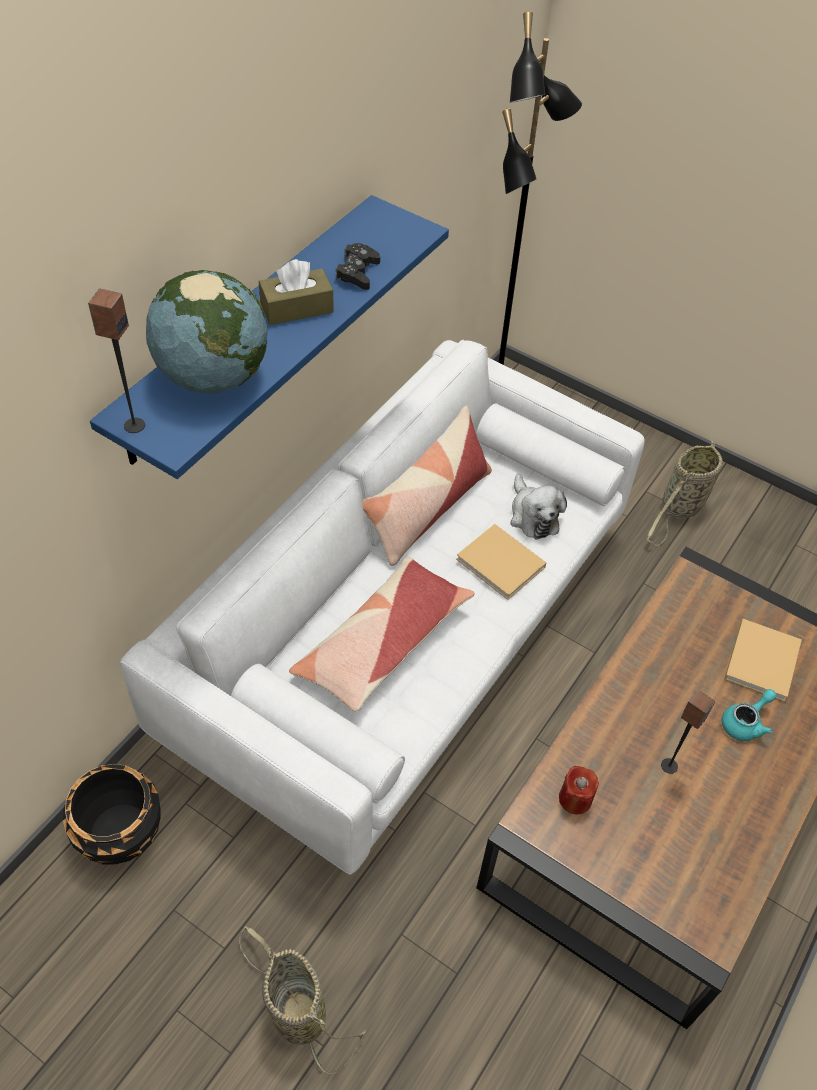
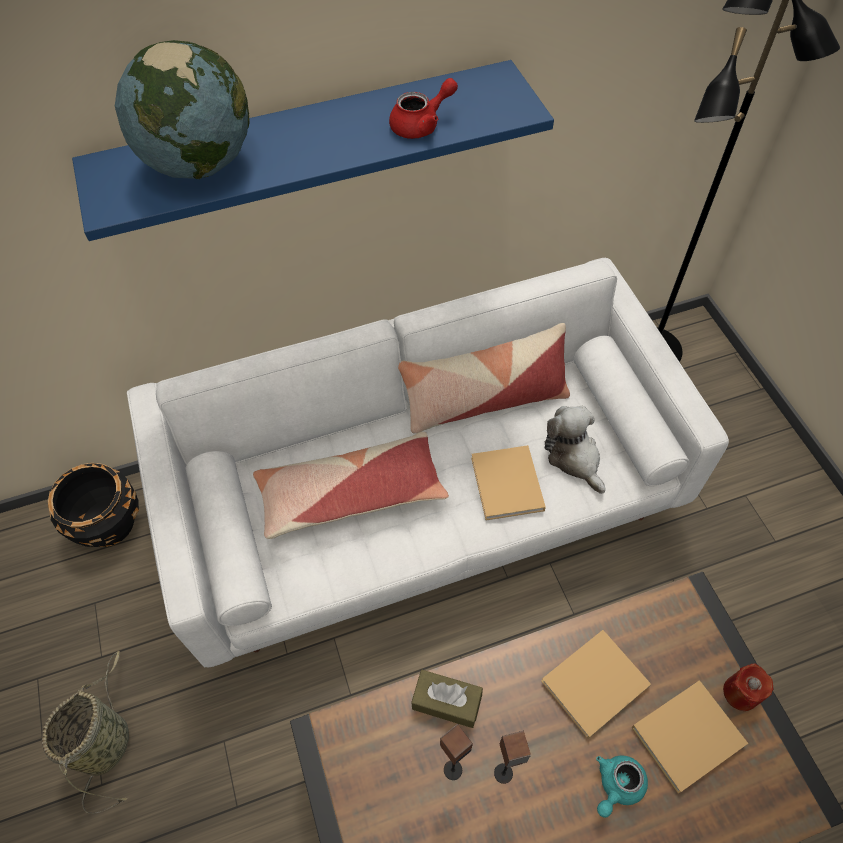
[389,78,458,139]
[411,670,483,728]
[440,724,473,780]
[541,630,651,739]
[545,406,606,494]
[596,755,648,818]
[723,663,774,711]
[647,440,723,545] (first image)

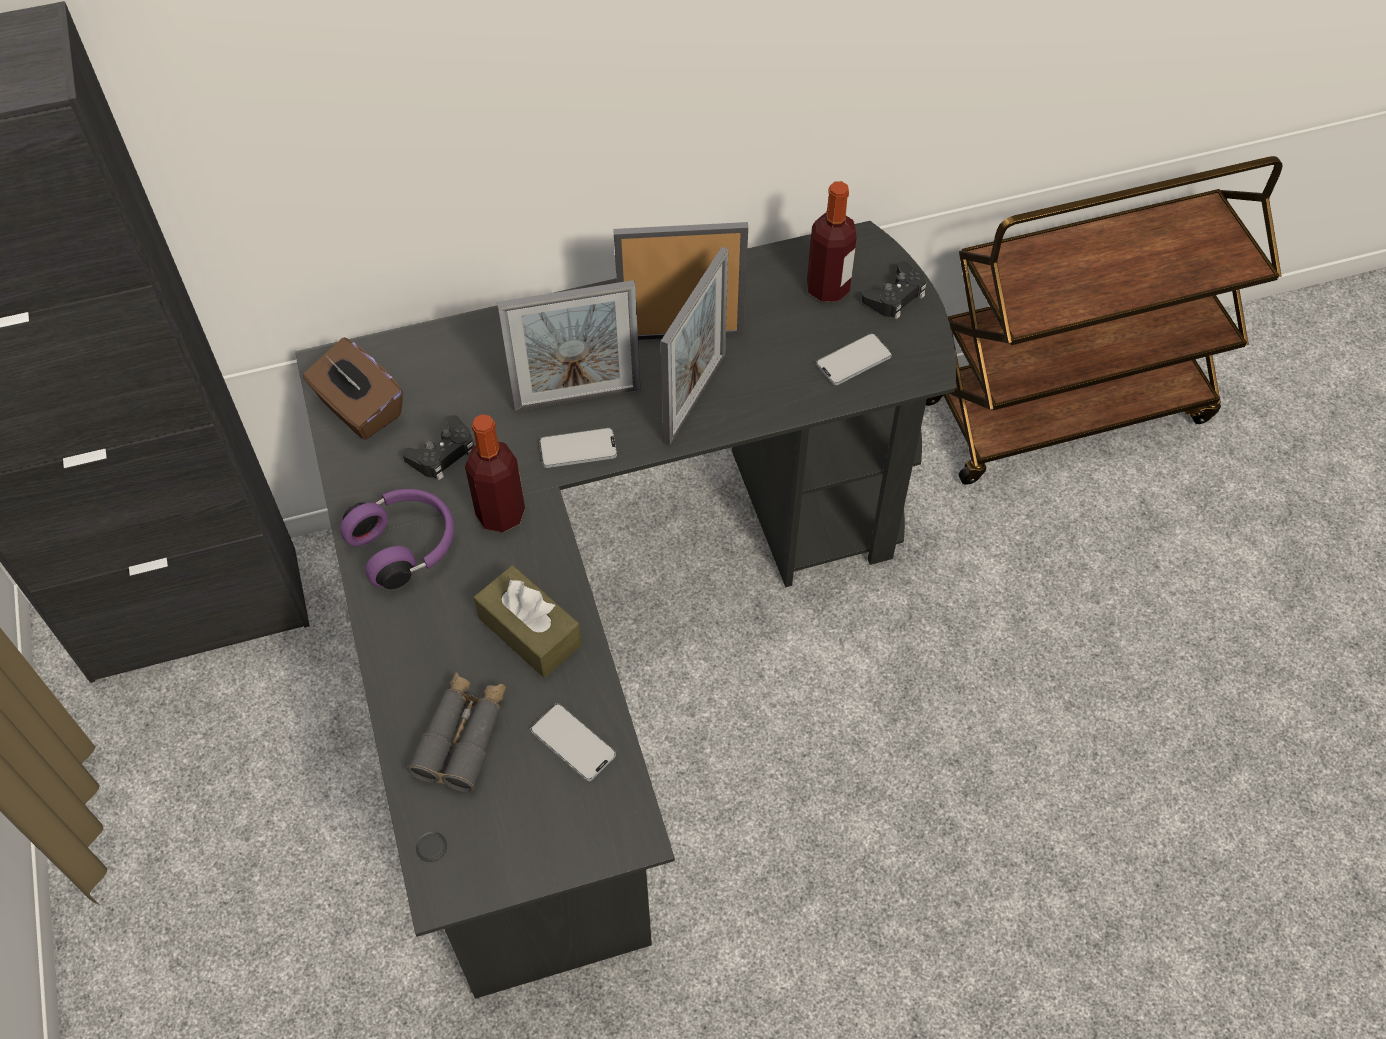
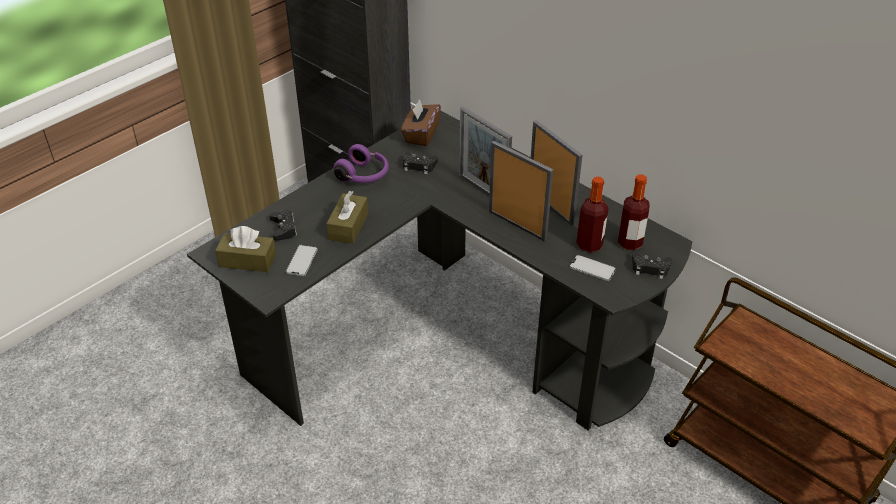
[215,226,276,272]
[269,210,297,241]
[489,141,553,242]
[576,177,608,253]
[539,428,617,468] (first image)

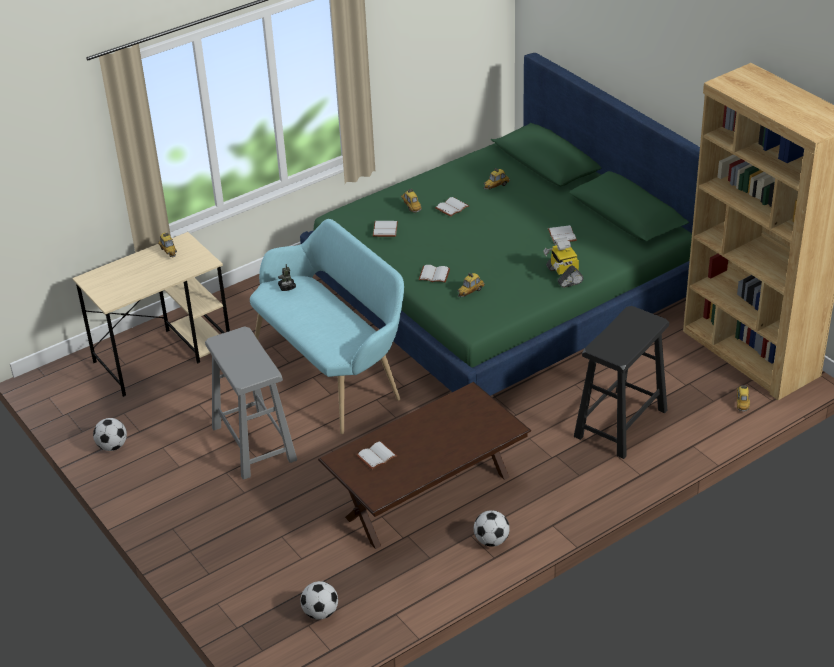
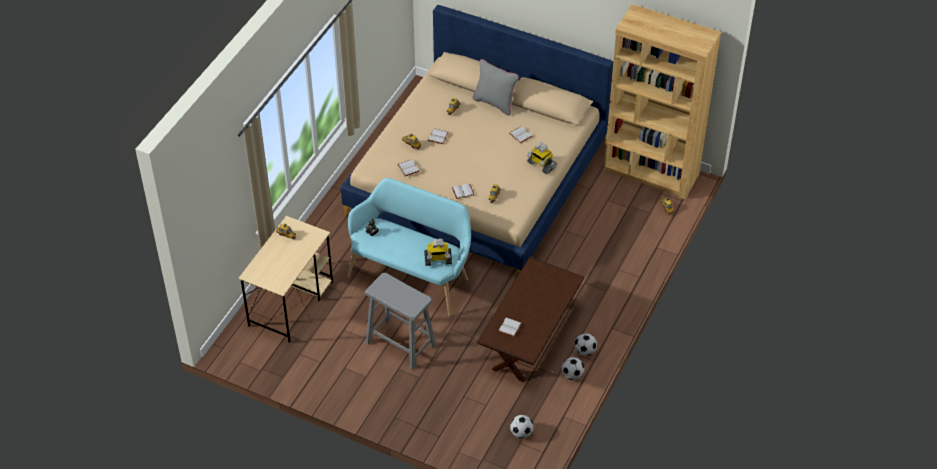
[340,5,613,273]
[424,238,452,266]
[472,59,519,116]
[562,357,584,380]
[574,306,669,459] (first image)

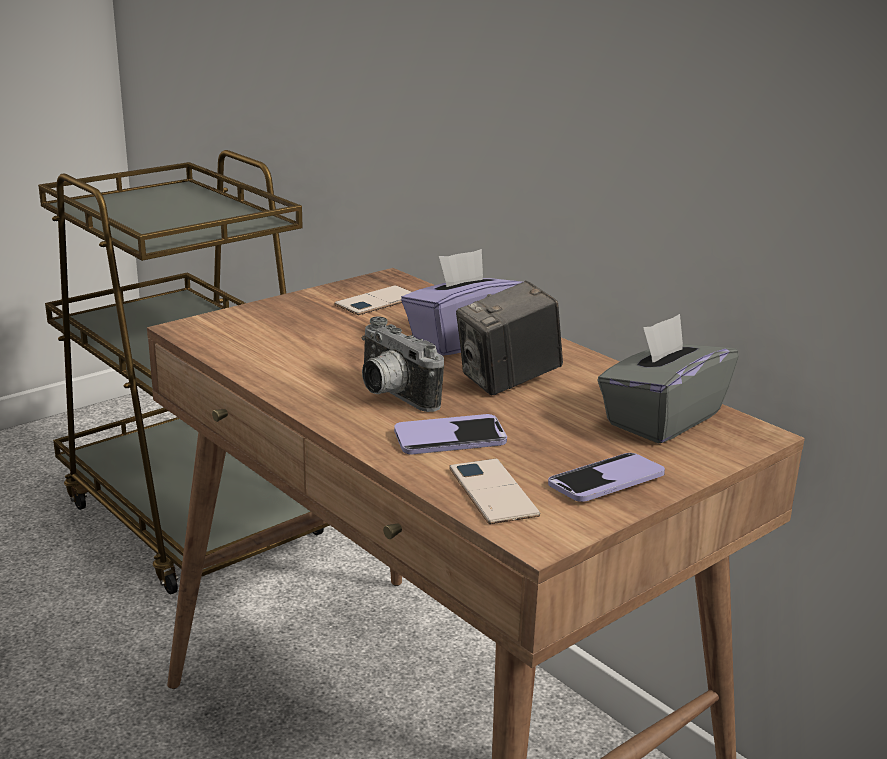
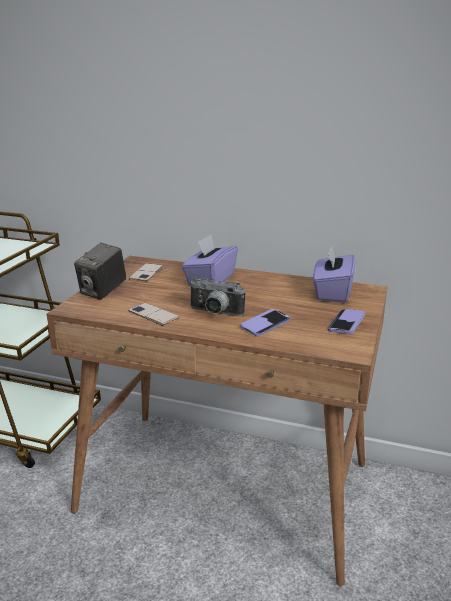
[74,242,126,300]
[128,303,179,325]
[313,244,356,303]

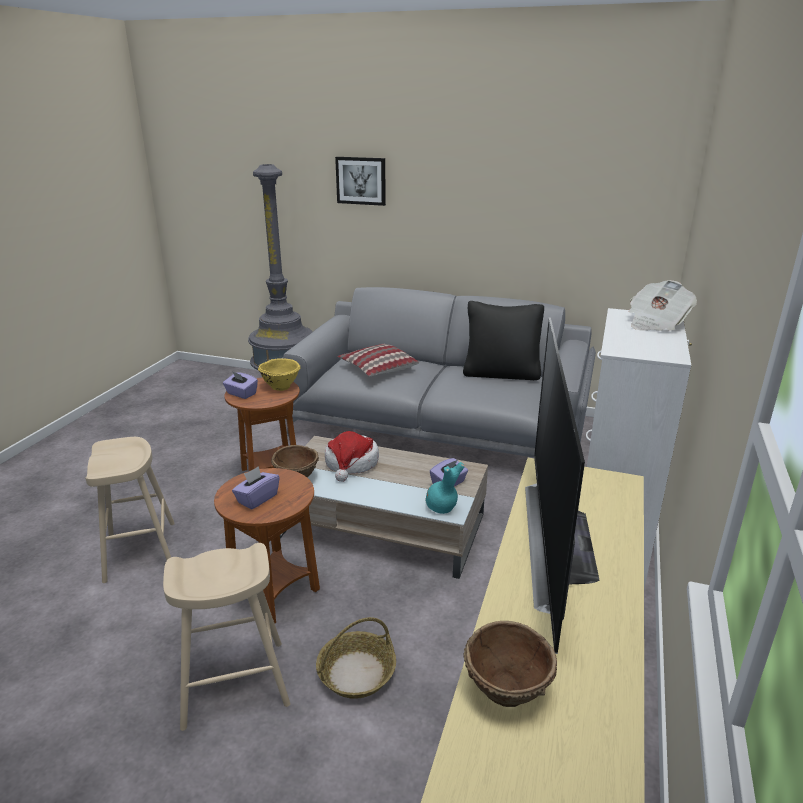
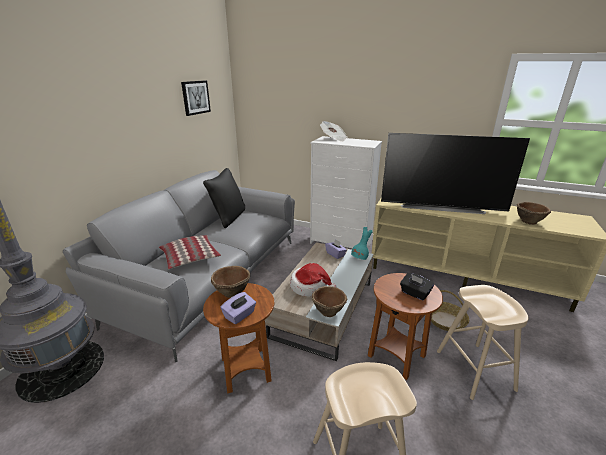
[181,80,211,116]
[211,266,250,298]
[400,273,434,300]

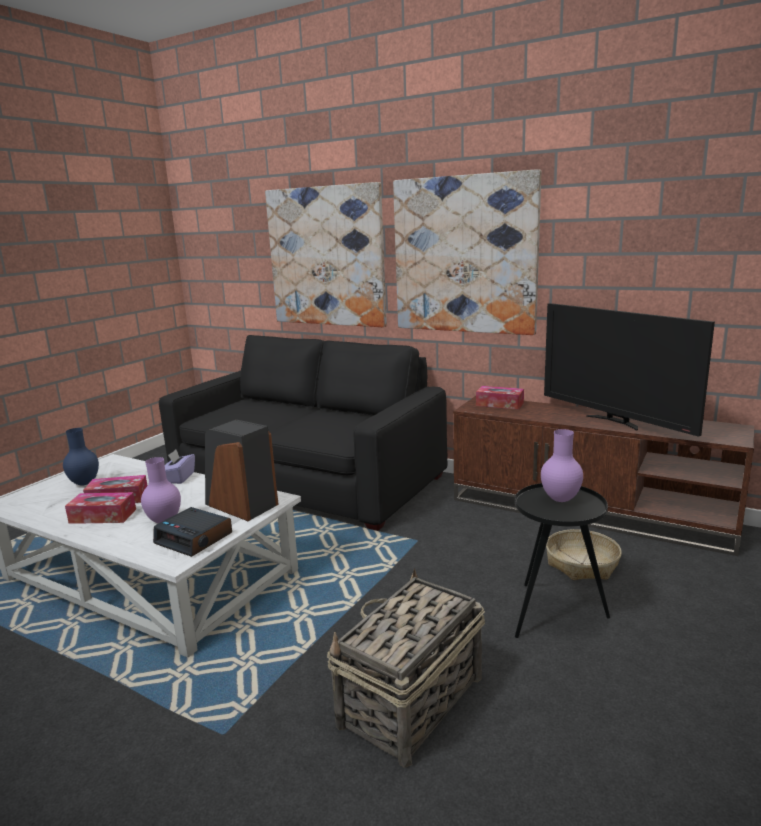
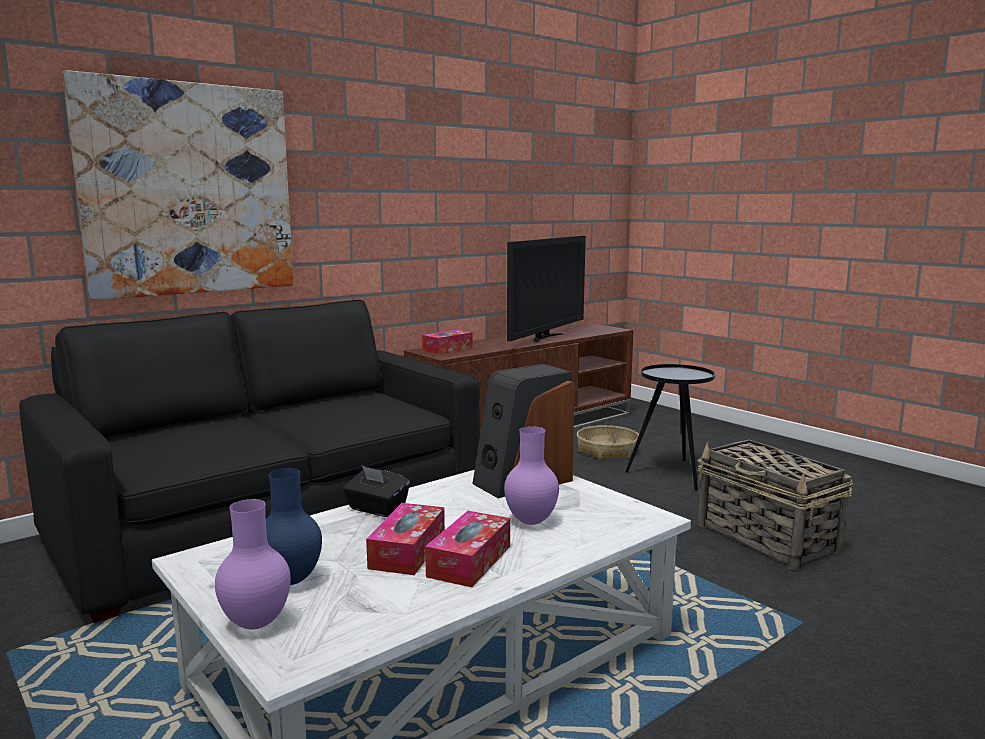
[215,499,291,629]
[343,466,410,517]
[507,236,586,342]
[153,507,232,557] (first image)
[393,169,541,335] (first image)

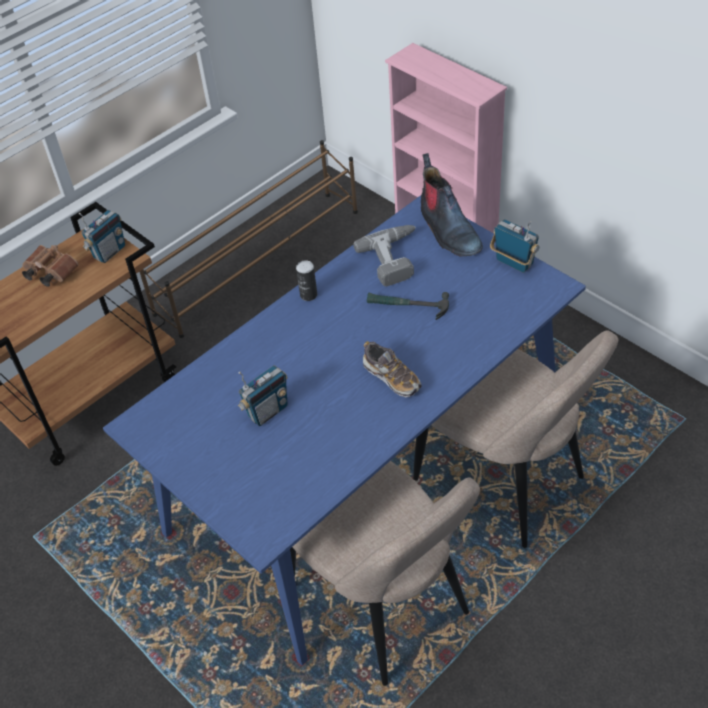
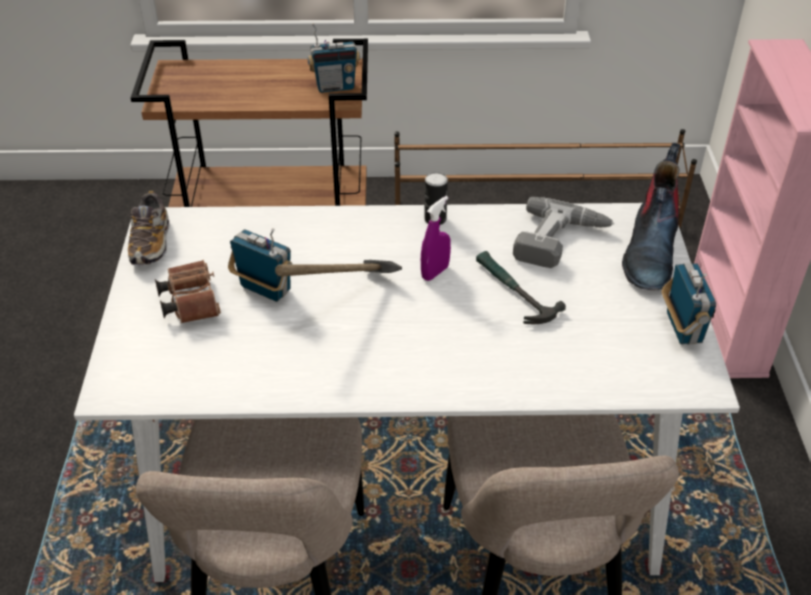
[74,203,740,582]
[128,191,170,266]
[155,260,221,323]
[228,228,292,302]
[275,260,402,277]
[421,196,451,281]

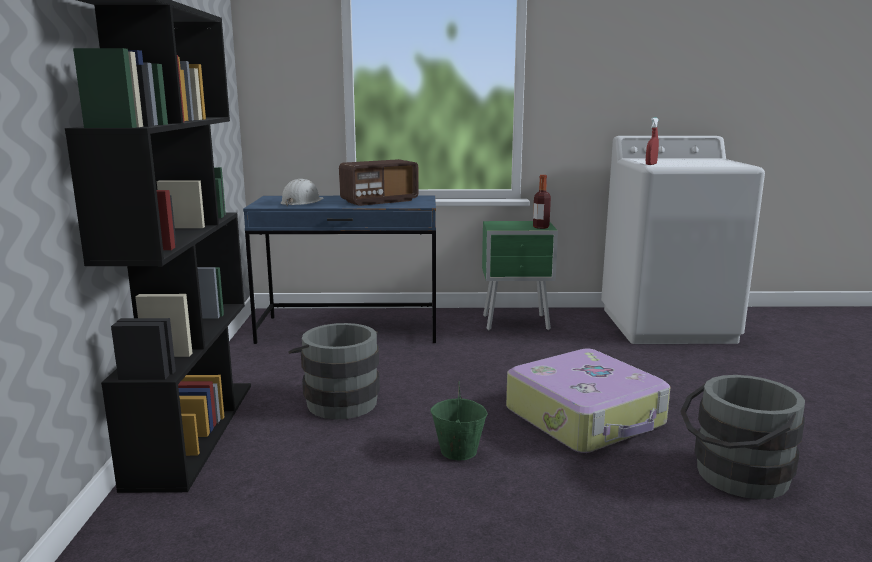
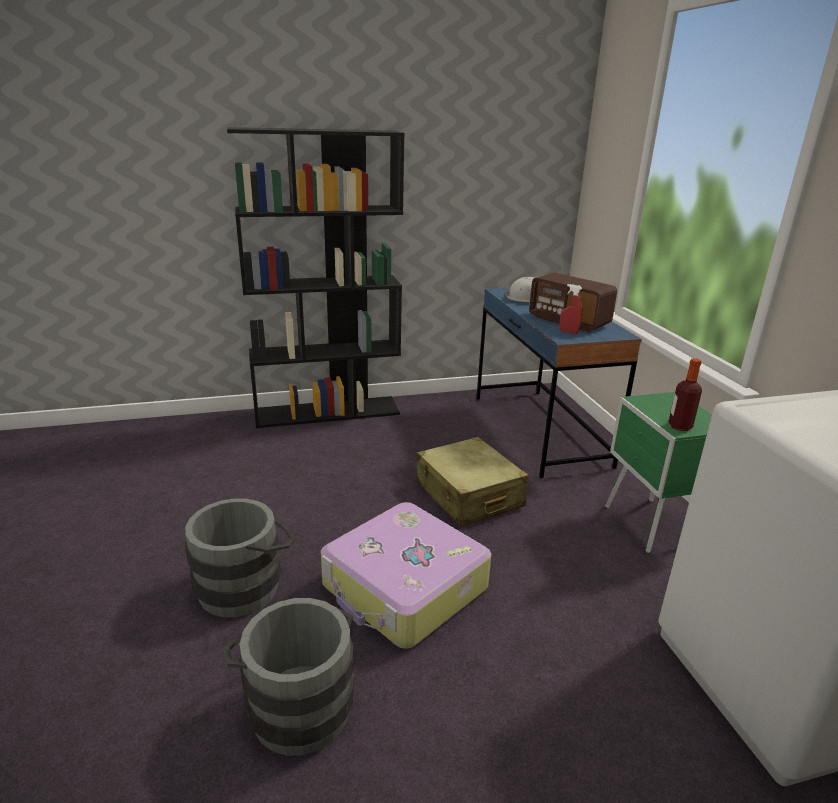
[185,498,295,617]
[417,437,529,527]
[560,284,582,334]
[430,381,488,460] (first image)

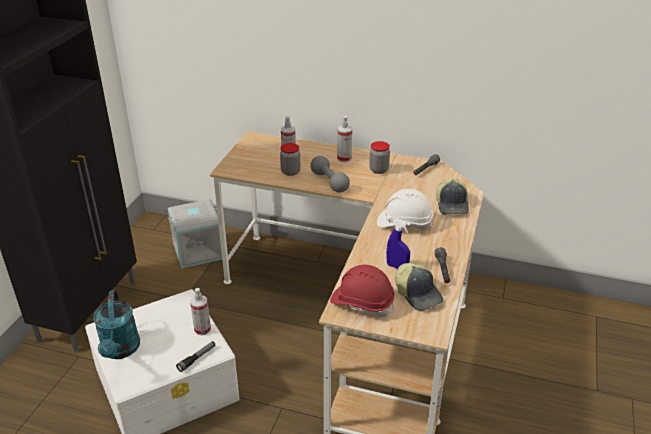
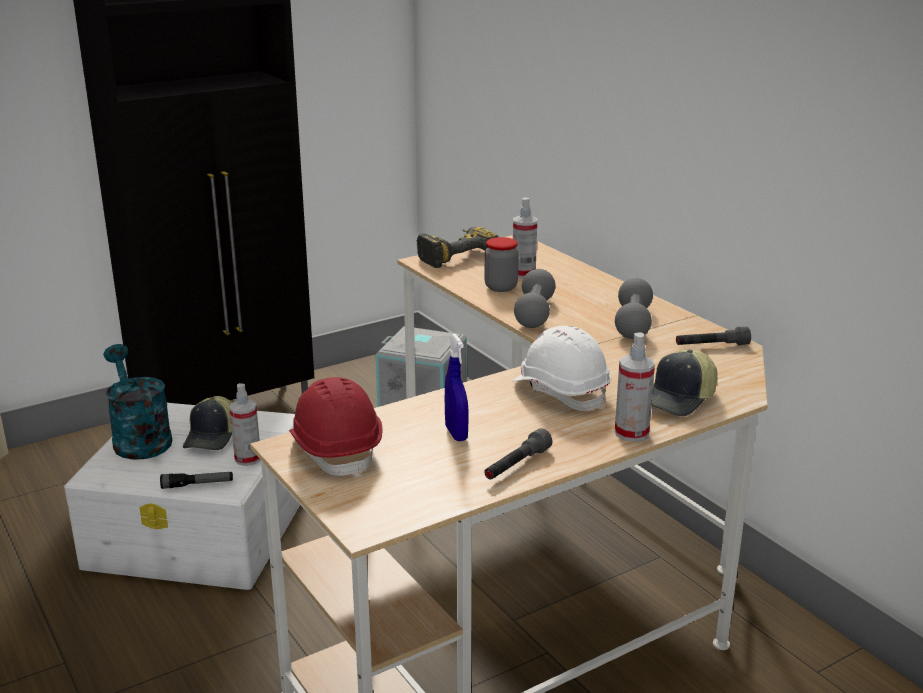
[103,344,172,460]
[183,396,232,450]
[417,227,499,268]
[615,278,653,339]
[615,332,655,442]

